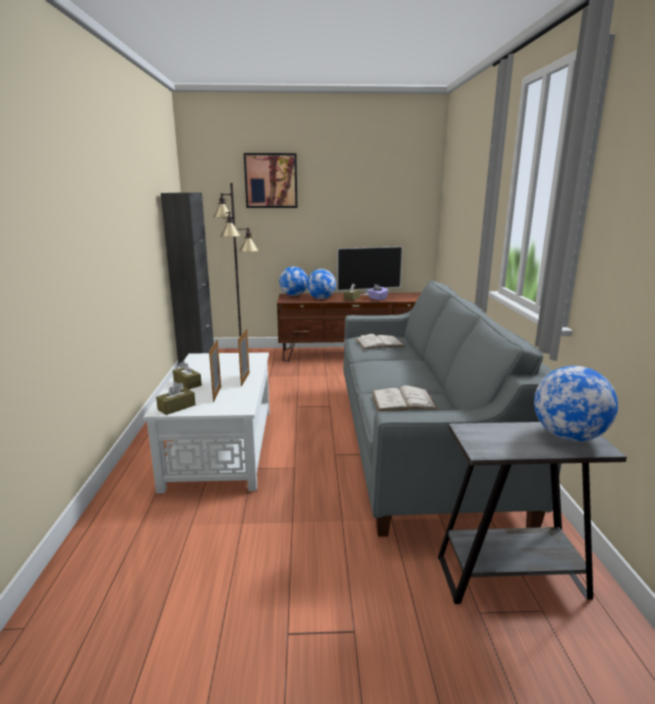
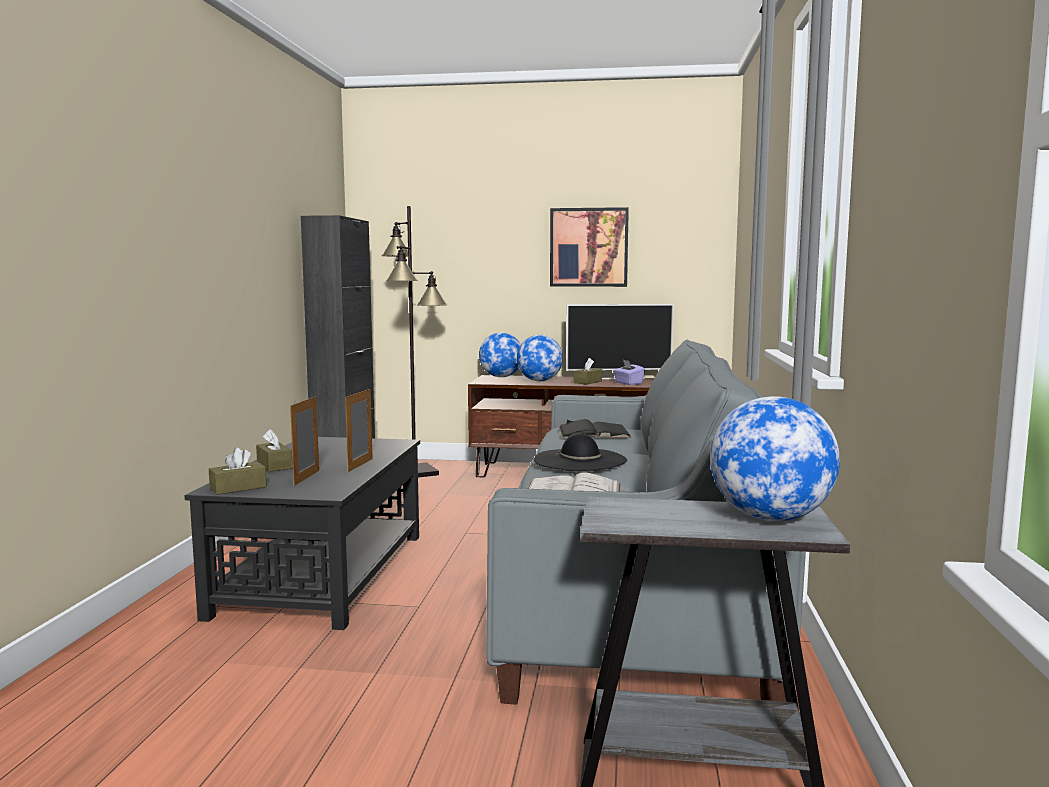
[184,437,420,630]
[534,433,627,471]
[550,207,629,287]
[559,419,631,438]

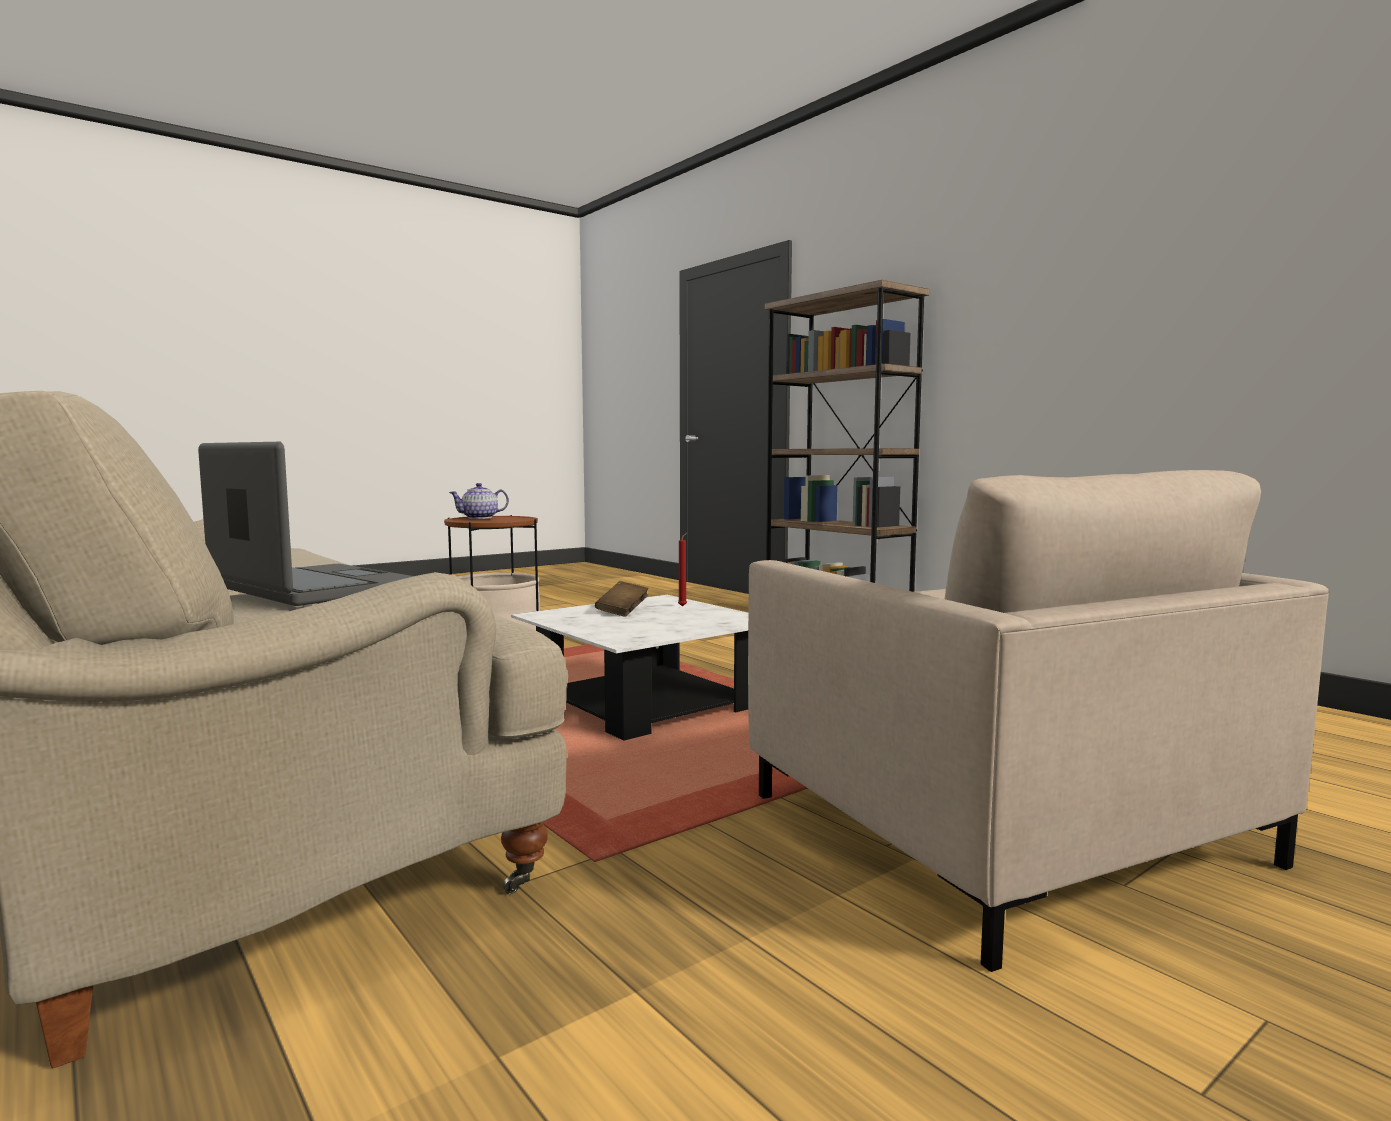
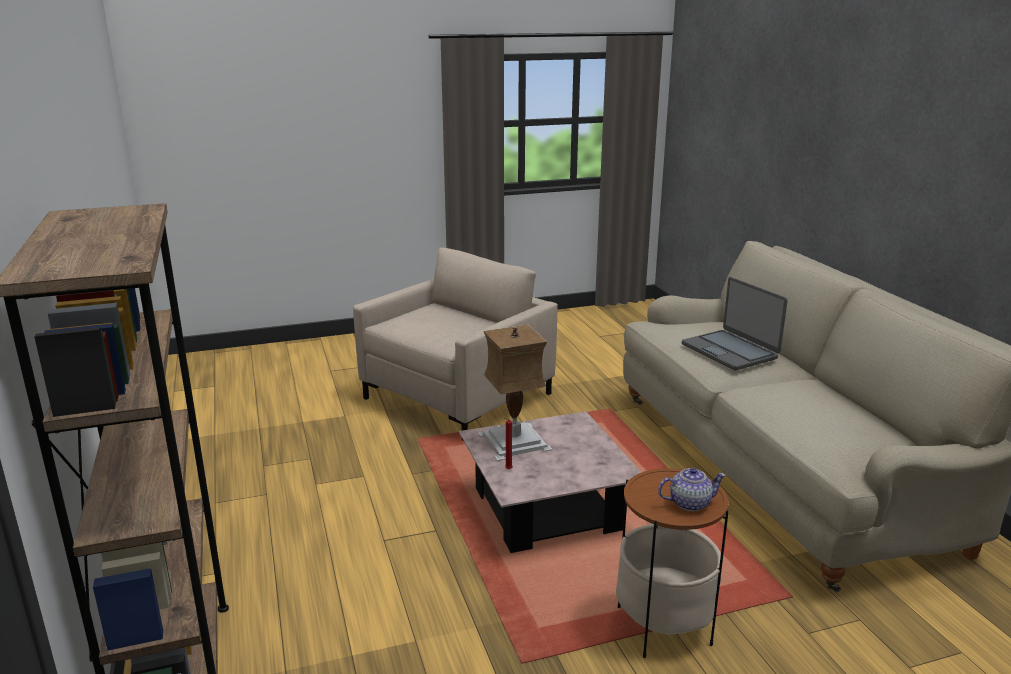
[353,248,558,440]
[459,411,642,553]
[477,325,553,461]
[595,581,649,617] (first image)

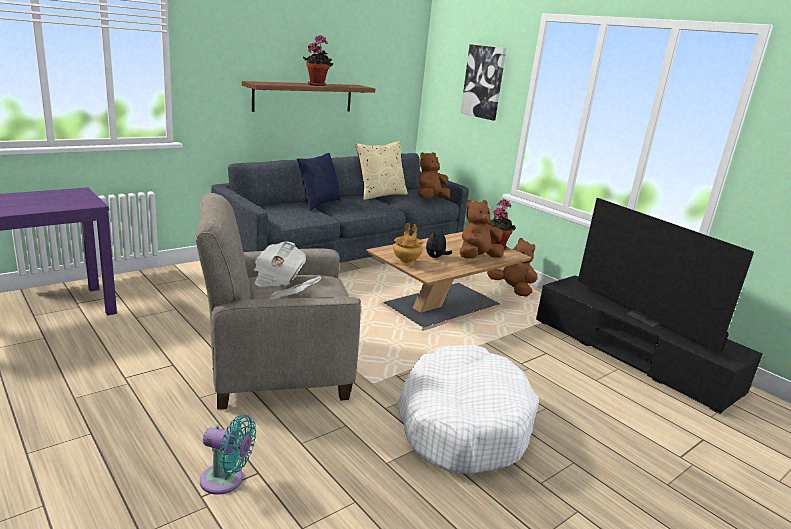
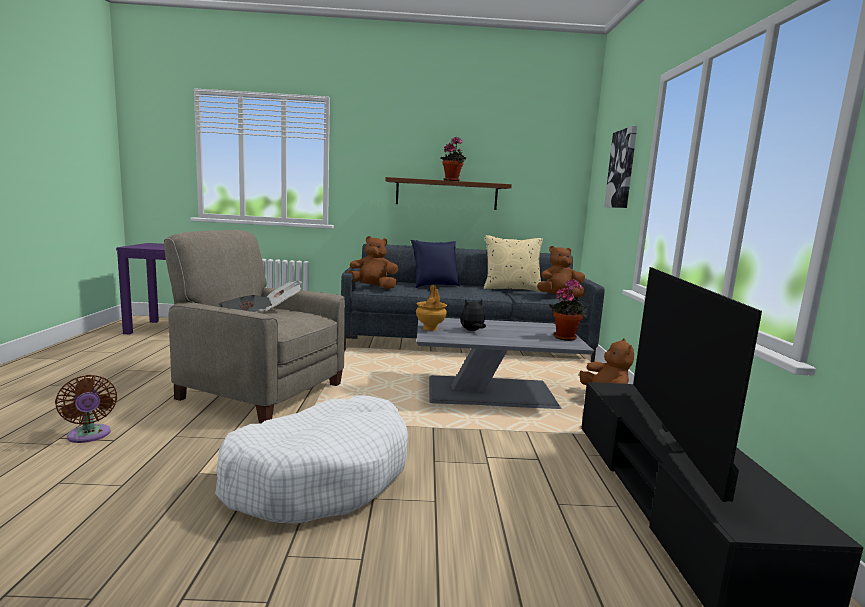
[55,375,117,443]
[347,236,398,289]
[417,318,594,409]

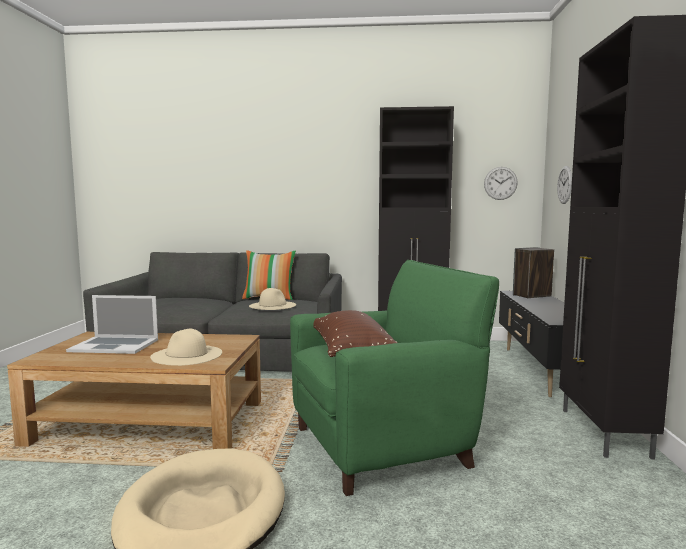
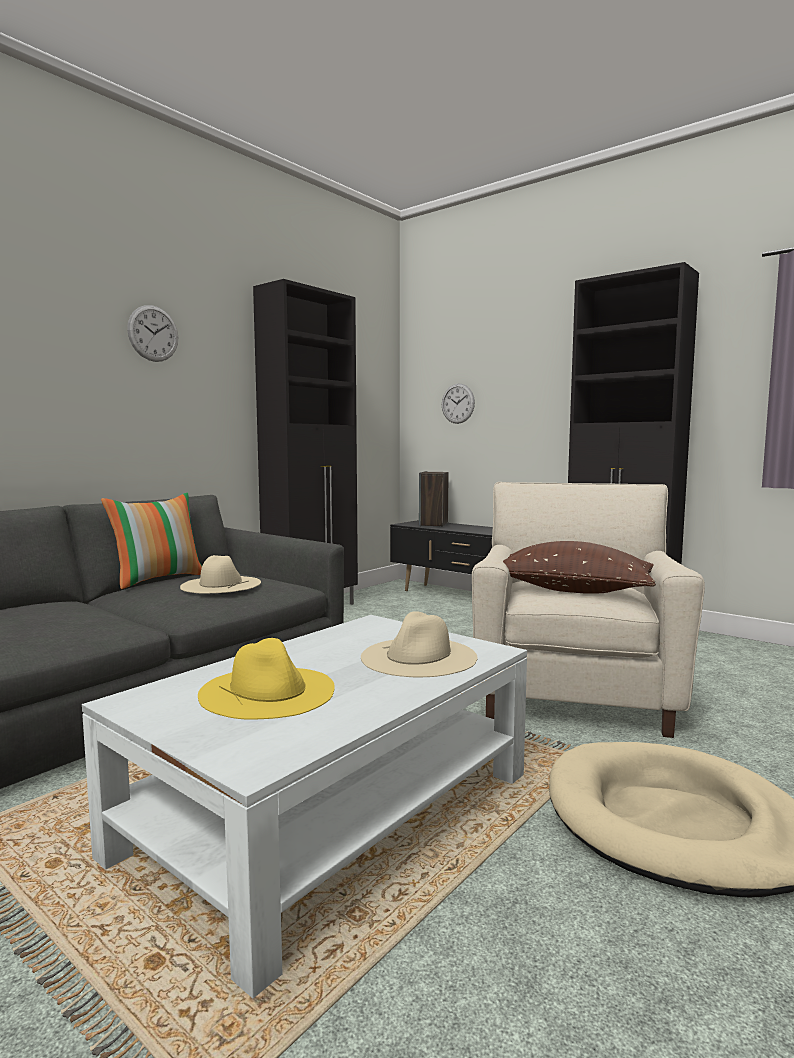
[82,615,527,998]
[127,305,178,362]
[198,638,335,720]
[472,482,705,738]

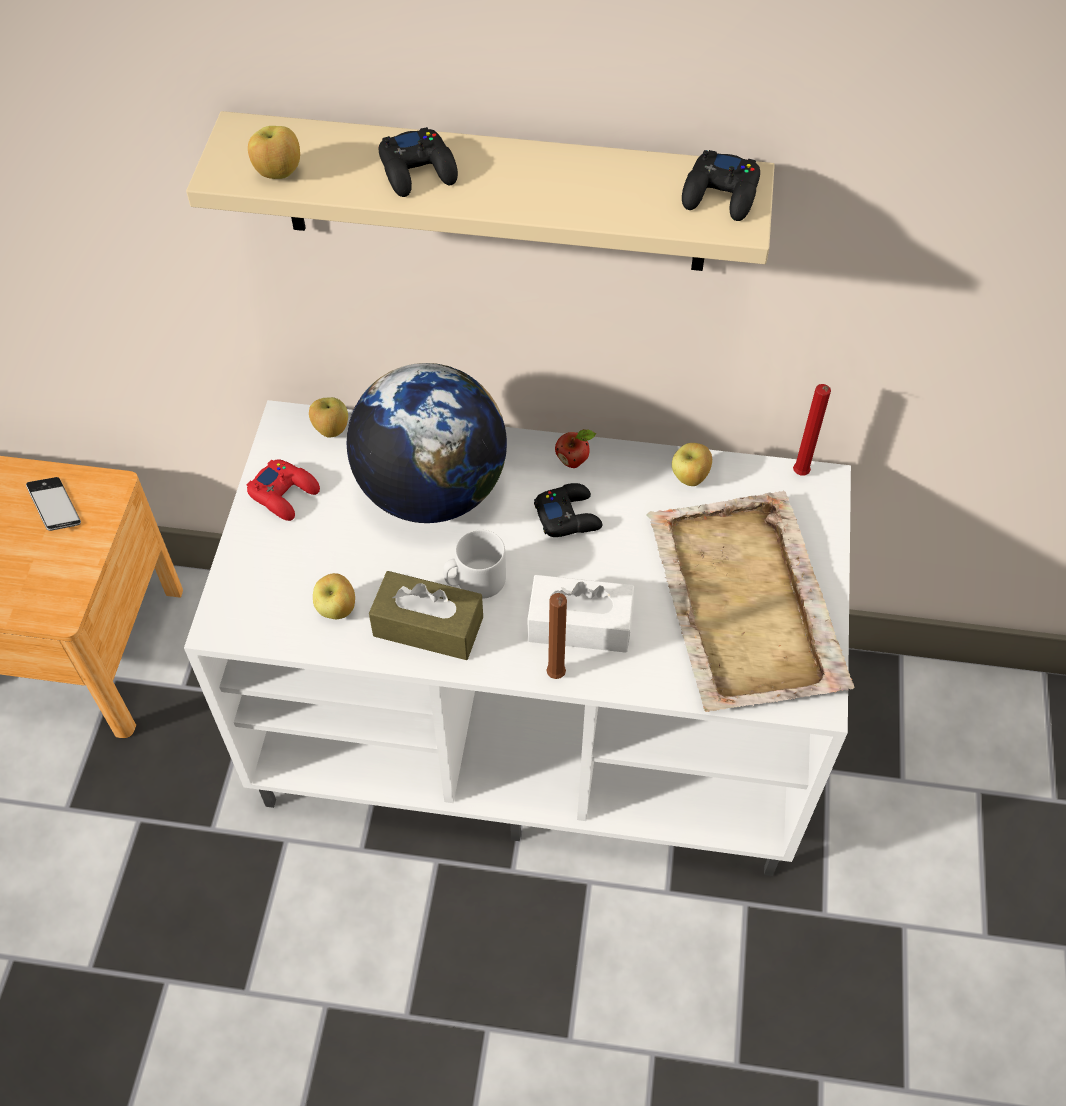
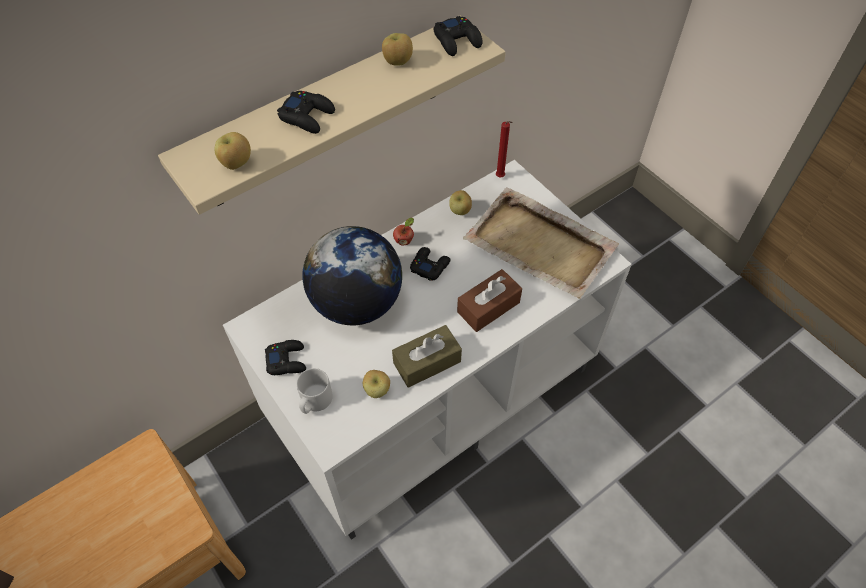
[265,340,306,375]
[297,368,333,414]
[382,33,413,65]
[457,269,522,332]
[26,477,81,531] (first image)
[546,593,567,679] (first image)

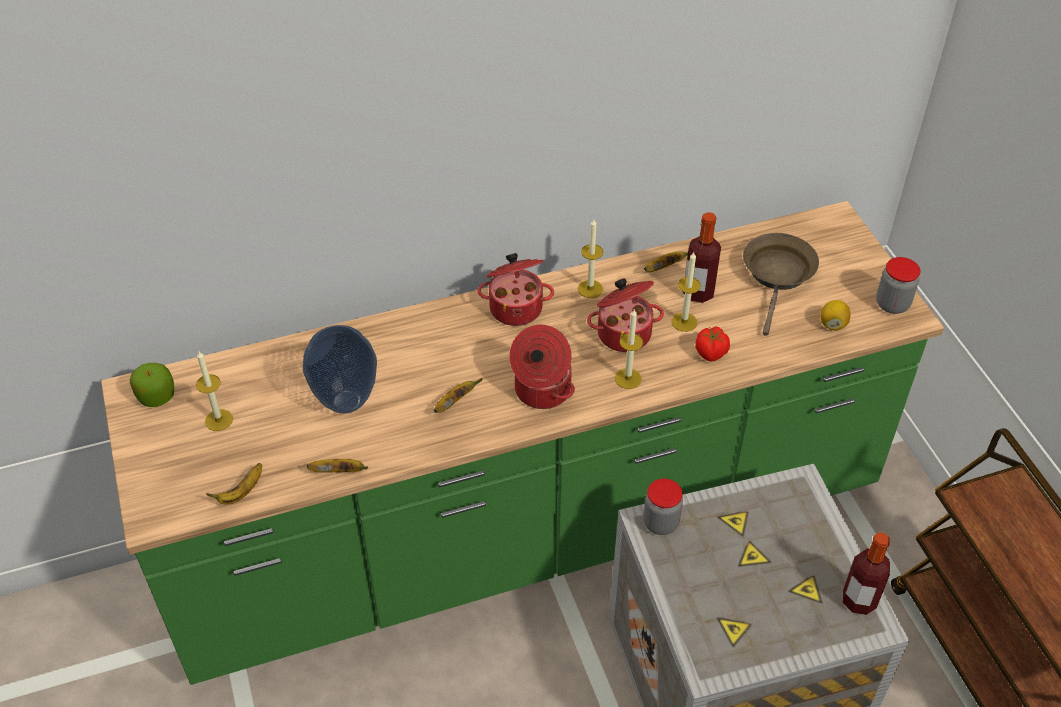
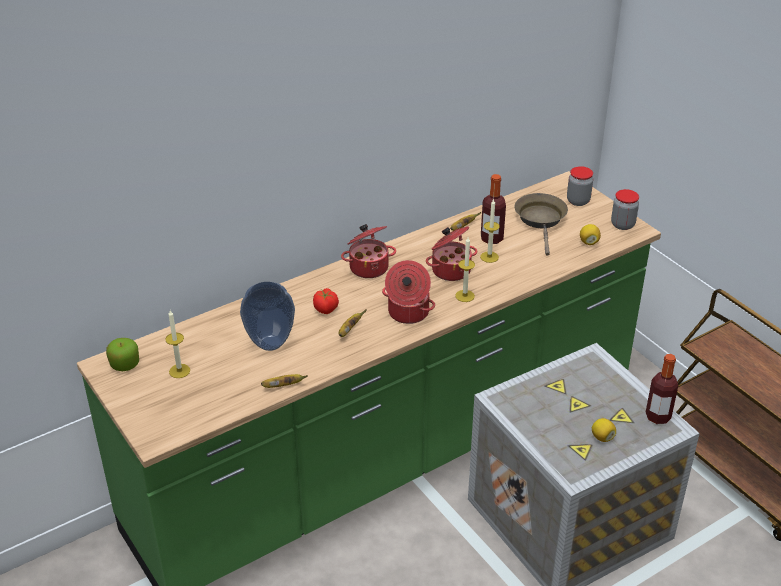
[313,288,339,314]
[567,166,593,206]
[592,418,616,442]
[206,463,262,505] (first image)
[578,219,603,298] (first image)

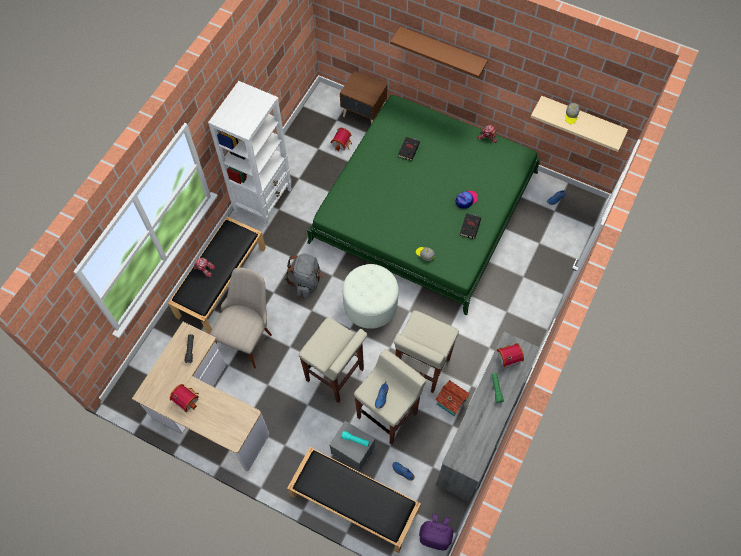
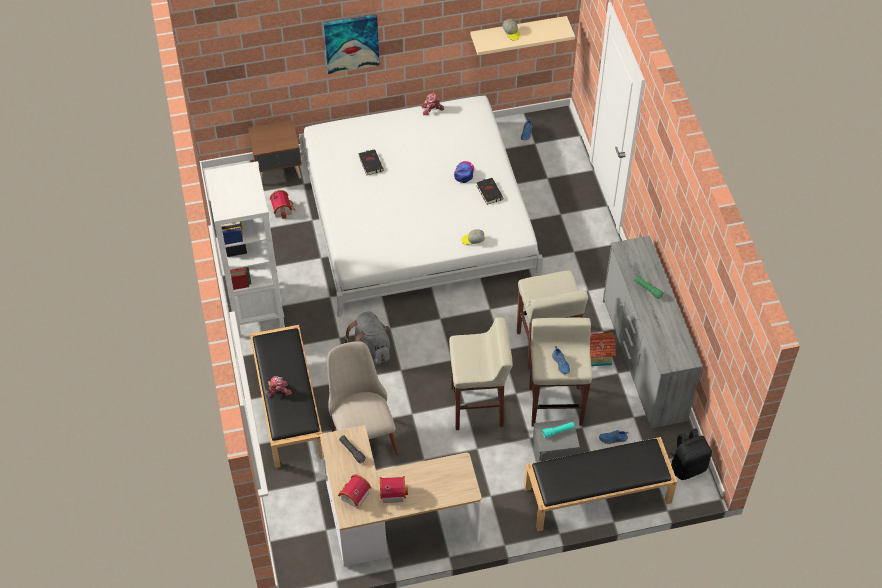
[299,96,543,317]
[323,15,380,74]
[338,474,371,509]
[670,429,712,480]
[343,264,399,329] (first image)

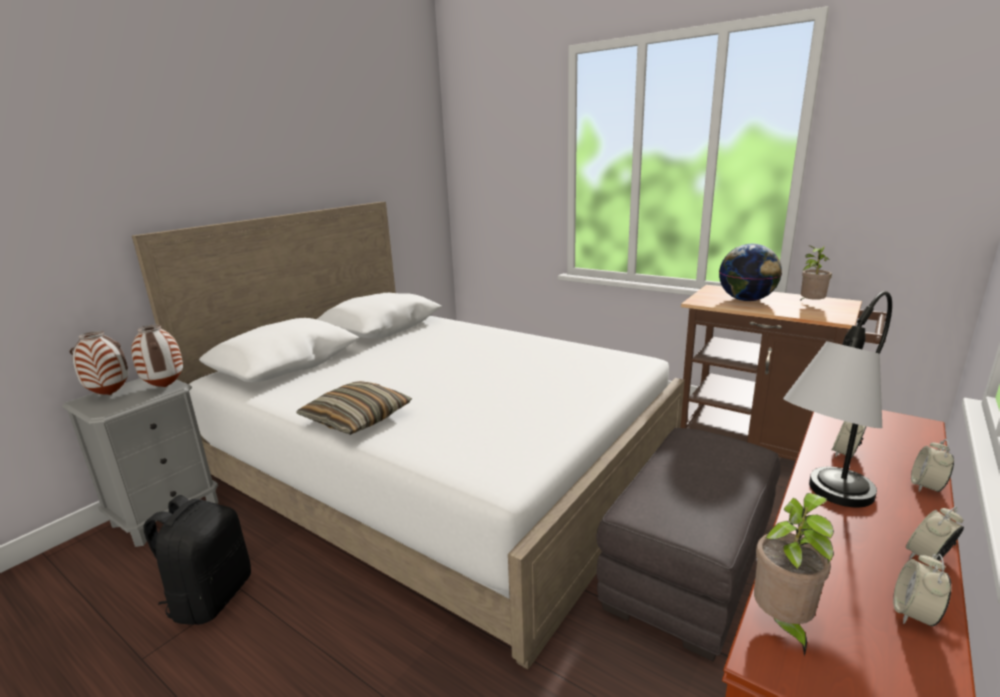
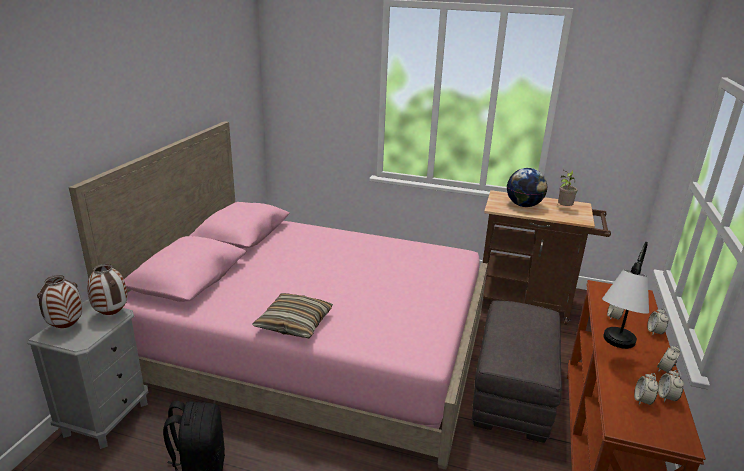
[69,121,488,470]
[634,373,658,405]
[754,493,834,657] (first image)

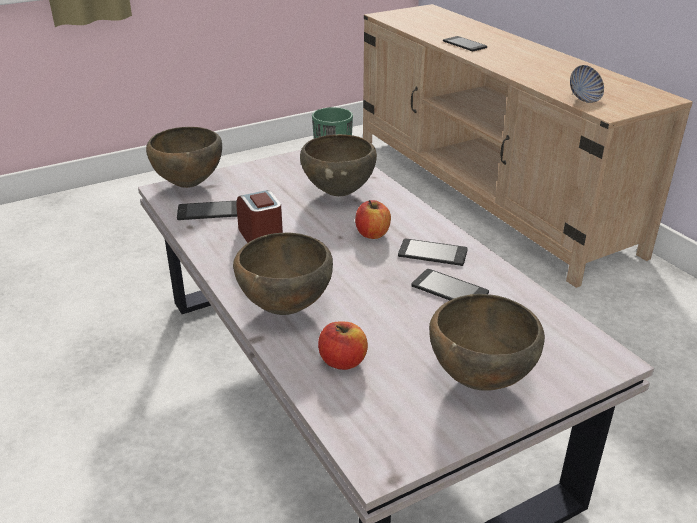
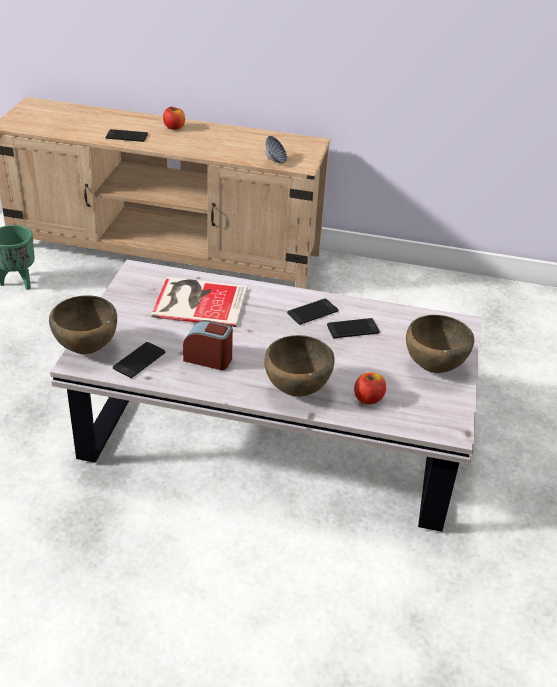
[151,277,247,327]
[163,107,185,130]

